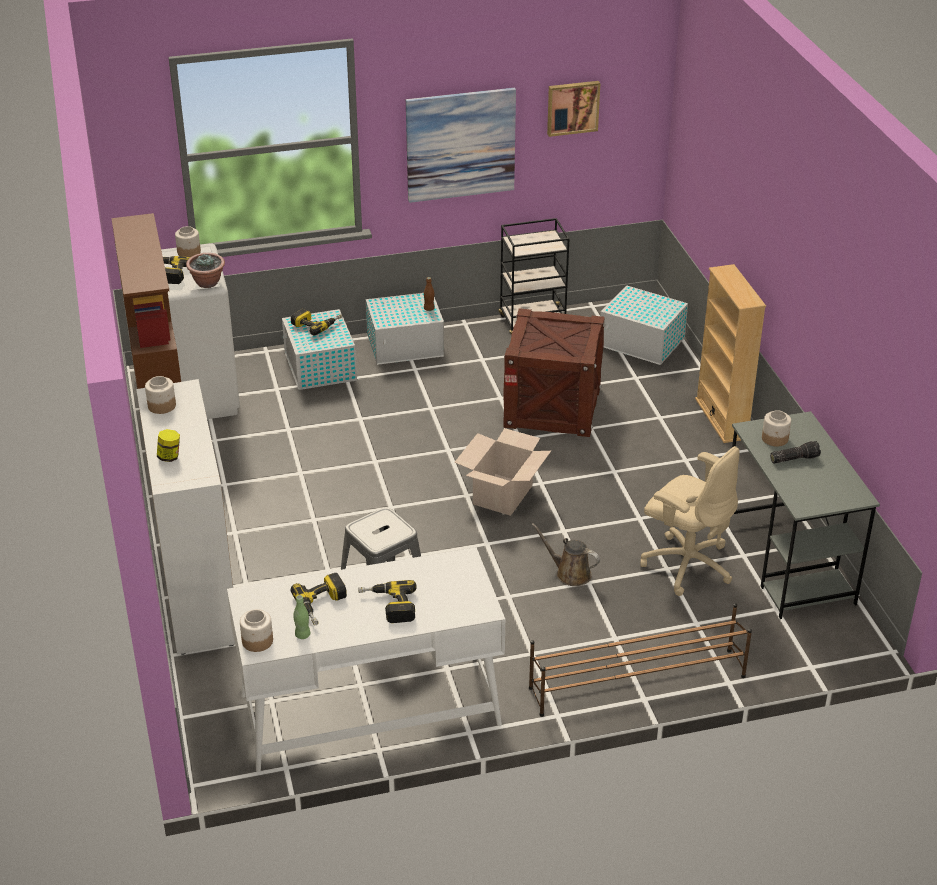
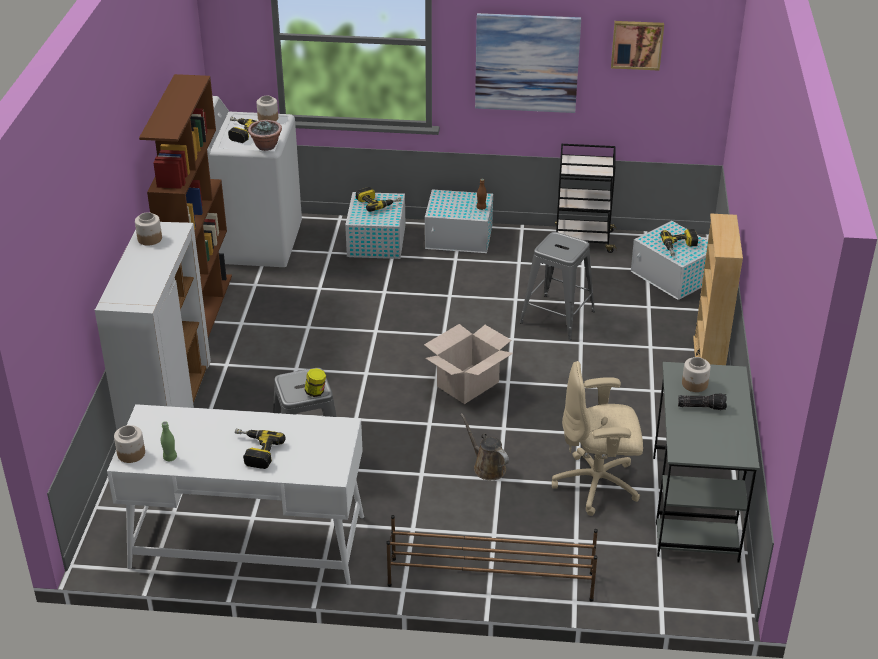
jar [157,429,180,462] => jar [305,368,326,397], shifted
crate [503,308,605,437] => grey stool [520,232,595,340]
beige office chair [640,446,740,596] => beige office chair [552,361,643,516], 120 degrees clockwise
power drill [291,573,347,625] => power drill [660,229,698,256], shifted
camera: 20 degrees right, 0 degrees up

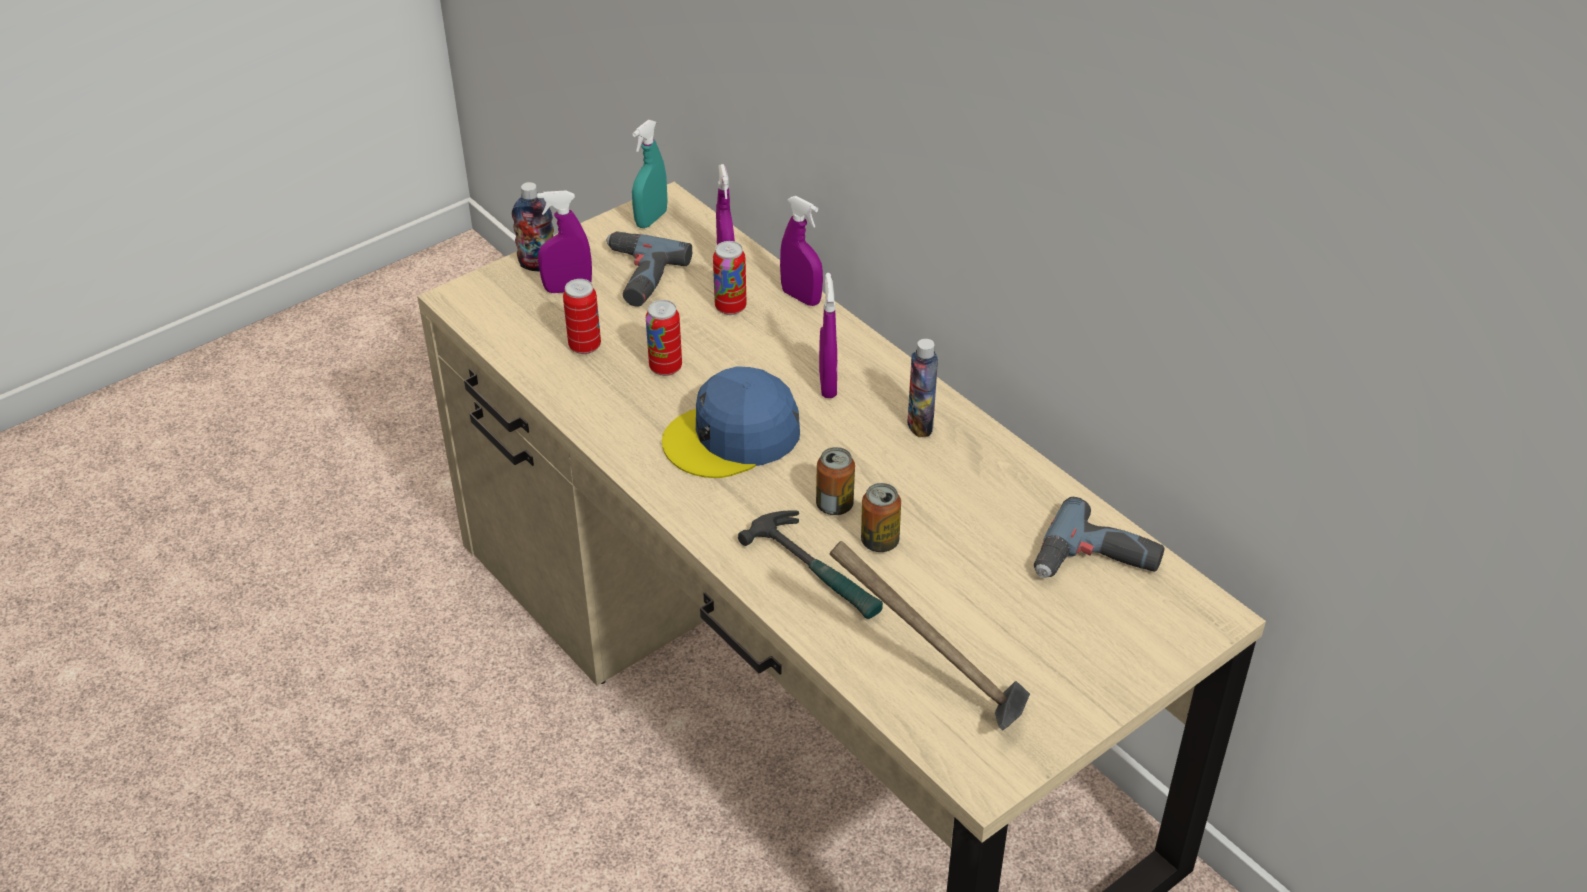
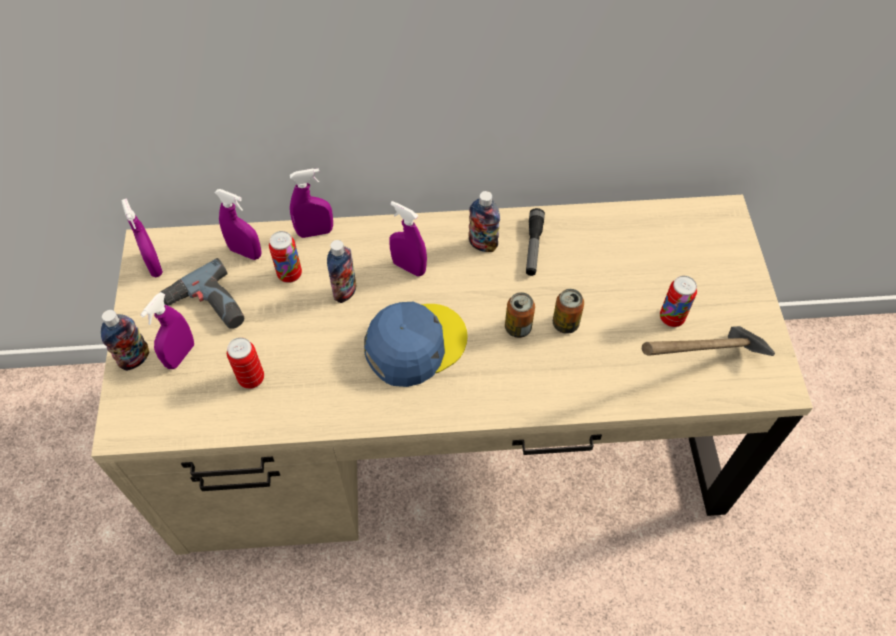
turquoise spray bottle [632,119,668,228] => purple spray bottle [121,198,163,277]
nothing => bottle [327,240,357,303]
blue cap [662,366,800,478] => blue cap [364,302,468,387], 135 degrees counterclockwise
nothing => flashlight [526,208,545,276]
can [646,300,682,376] => can [660,276,697,327], shifted
hammer [738,510,883,619] => nothing
power drill [1034,497,1165,578] => nothing
camera: 55 degrees left, 15 degrees up

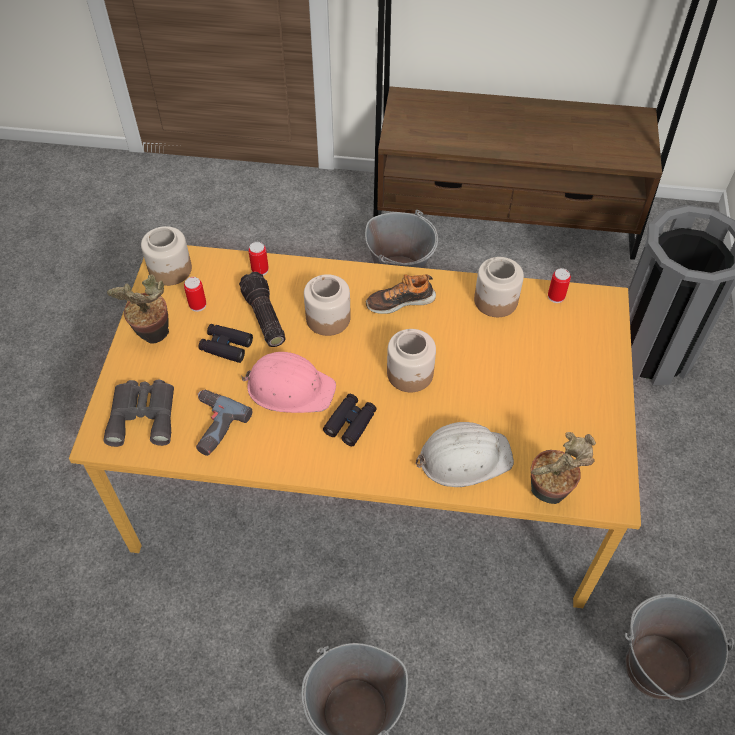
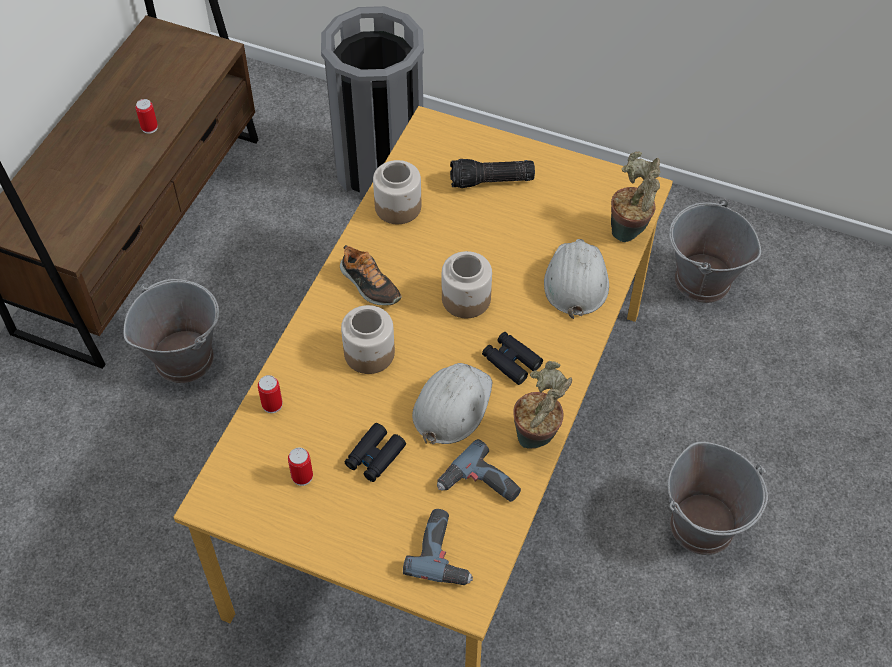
can [548,268,571,303] => can [136,99,158,134], shifted
shoe [366,274,436,314] => shoe [340,245,401,305], 45 degrees counterclockwise
grey binoculars [103,380,174,447] => power drill [403,509,473,585]
pink hard hat [241,352,336,413] => white hard hat [412,363,492,444]
flashlight [239,272,285,347] => flashlight [450,159,535,188], shifted
potted plant [107,274,169,344] => potted plant [513,361,572,449], shifted
jar [141,226,192,286] => nothing
camera: 75 degrees left, 0 degrees up

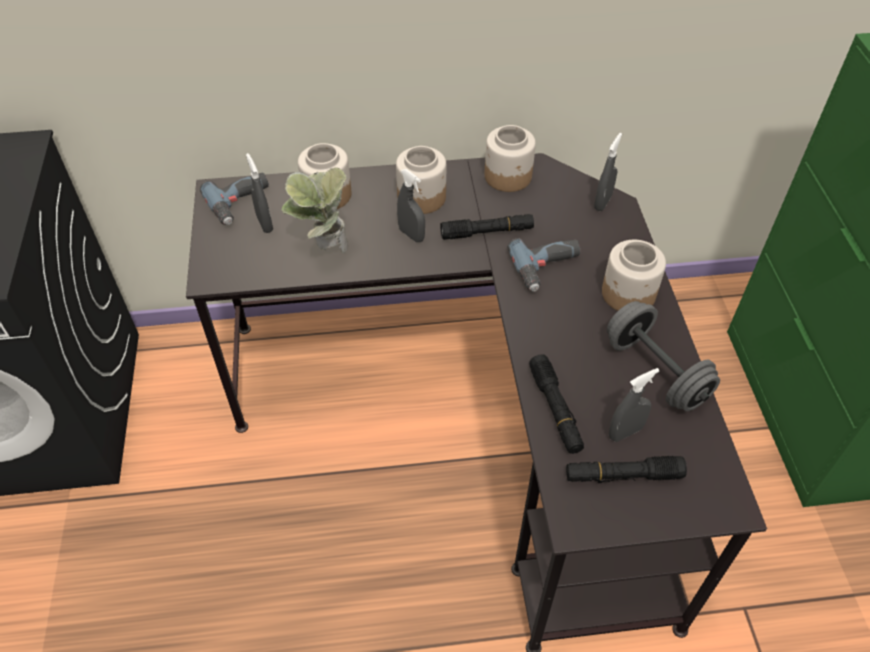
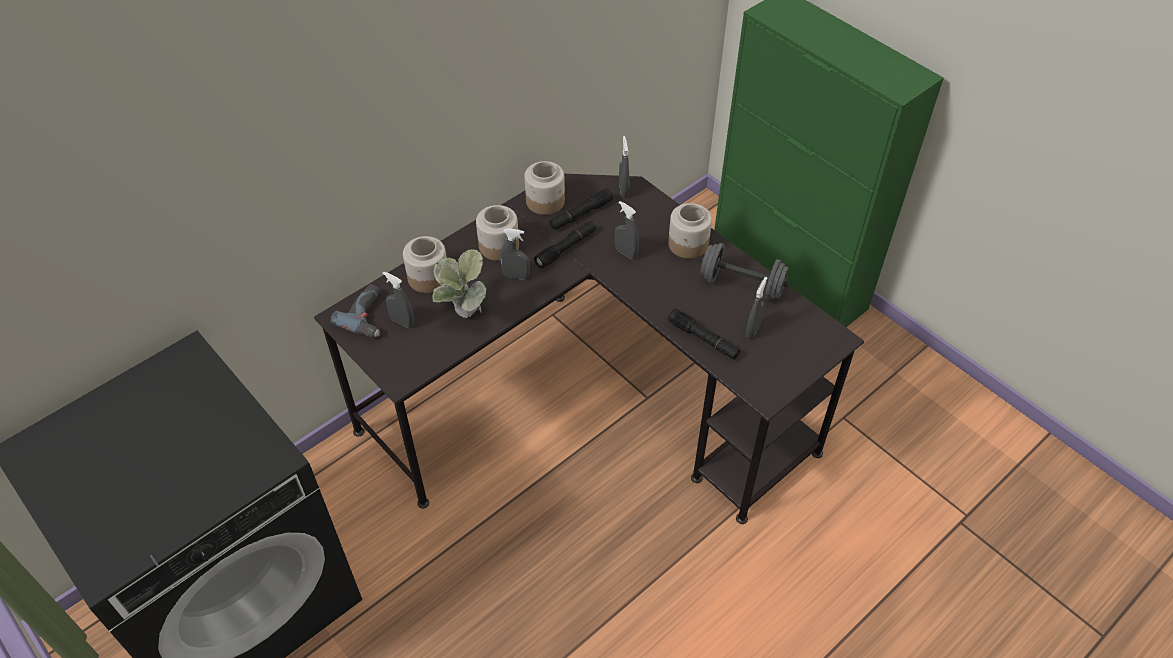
black flashlight [566,456,687,483] => black flashlight [549,188,613,230], shifted
power drill [507,238,580,292] => grey spray bottle [614,201,639,259]
camera: 35 degrees left, 0 degrees up

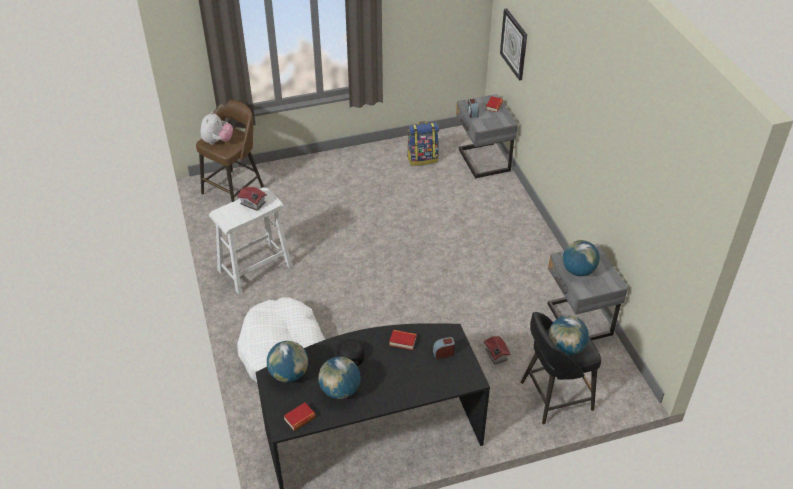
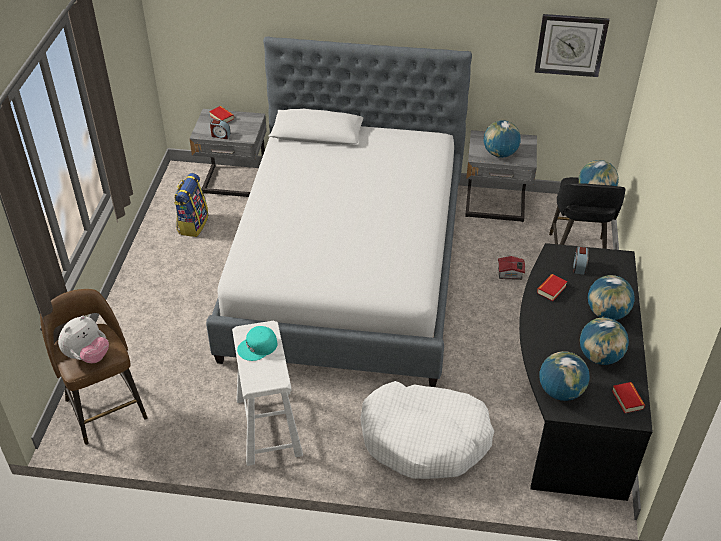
plush toy [200,112,233,145] => plush toy [58,316,109,363], 90 degrees clockwise
nothing => bed [206,36,472,387]
toy house [237,187,267,211] => turquoise cap [237,326,278,361]
wall clock [500,8,527,81] => wall clock [535,14,609,77], shifted
nothing => globe [588,275,635,320]
black cap [336,339,364,366] => nothing
camera: 65 degrees left, 0 degrees up

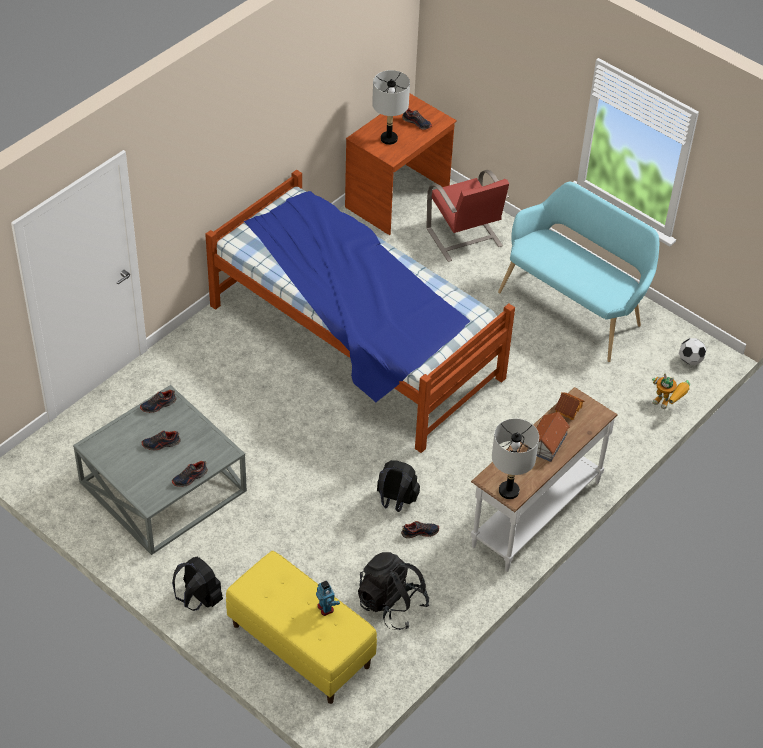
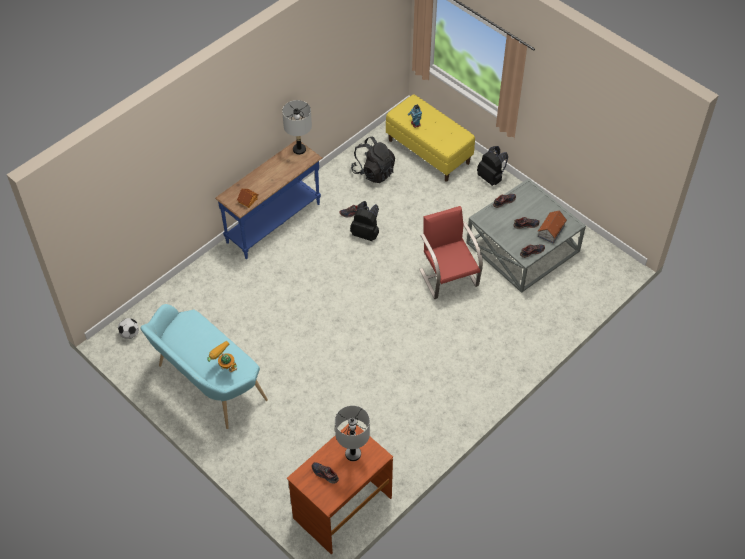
toy robot [652,374,690,409] => toy robot [207,341,237,372], shifted
white console table [471,387,618,572] => blue console table [215,140,322,259]
red chair [427,170,509,262] => red chair [419,206,483,299], shifted
toy house [527,412,570,462] => toy house [538,210,567,244], shifted
bed [205,170,515,453] => nothing
camera: 175 degrees left, 5 degrees up

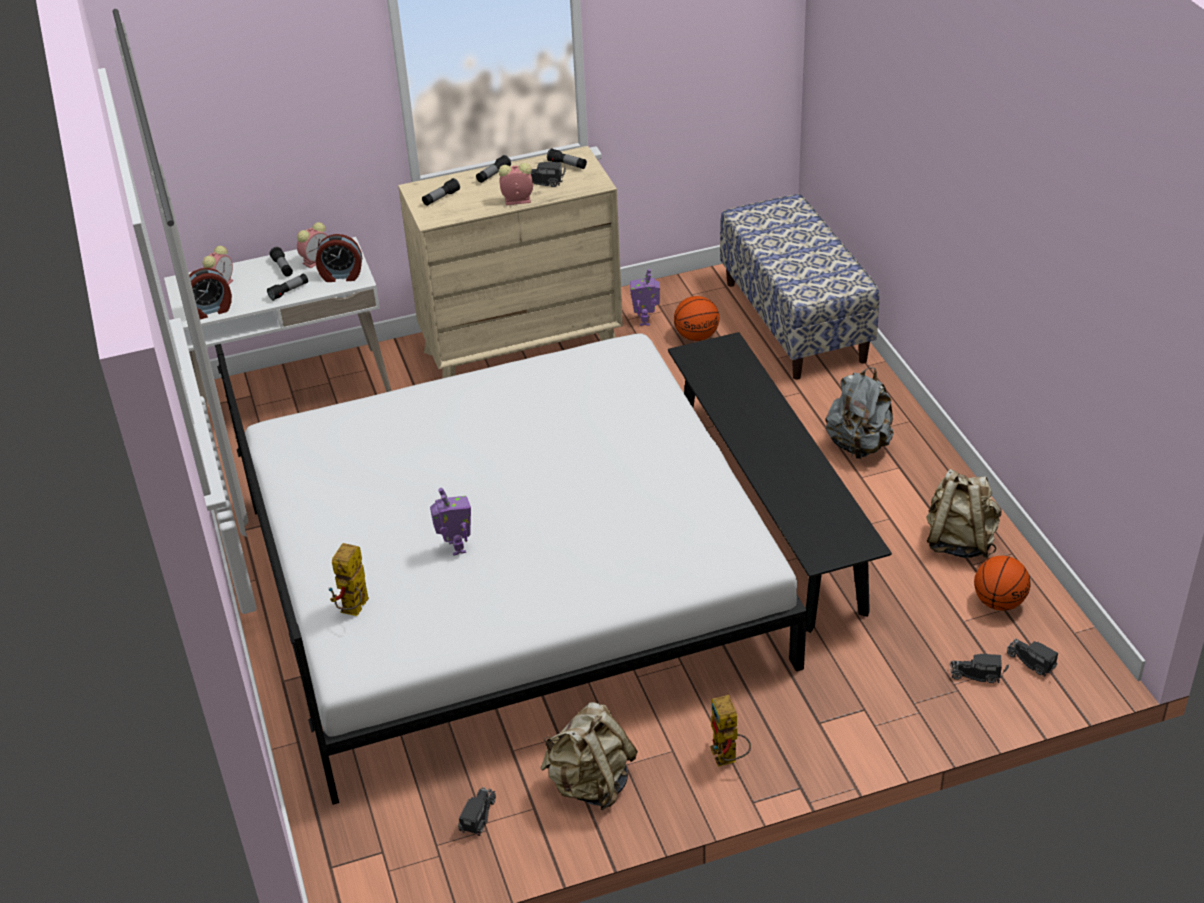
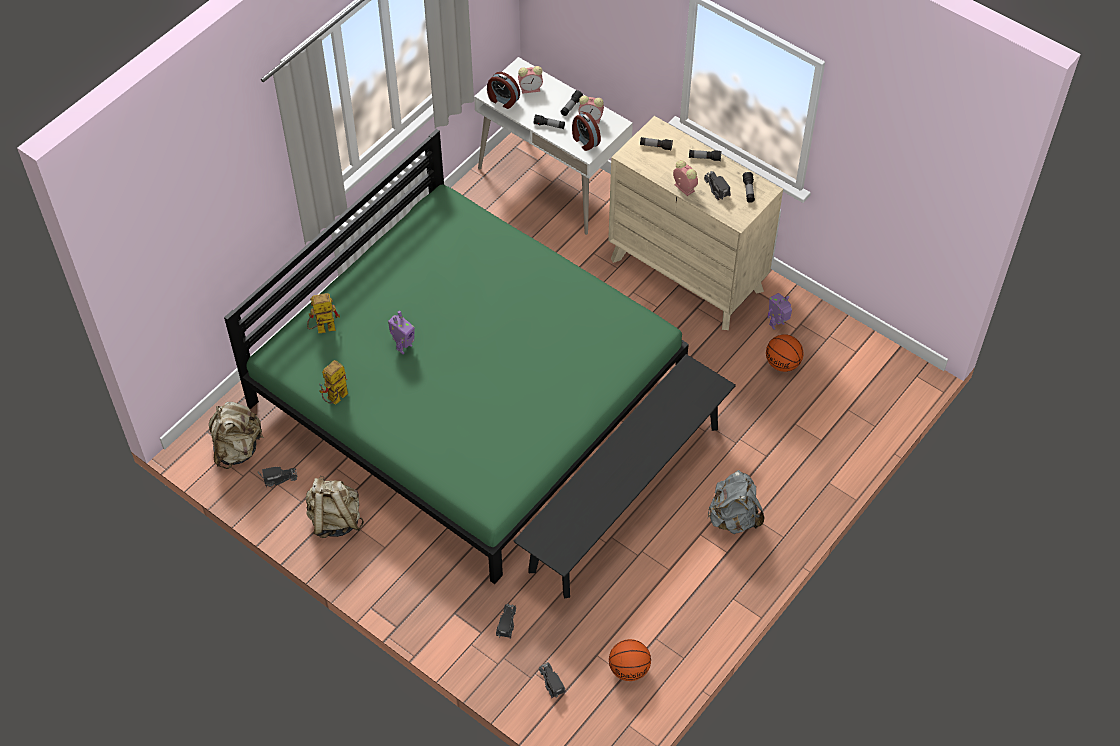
beige backpack [926,469,1002,558] => beige backpack [209,402,264,469], shifted
white bed [215,333,807,805] => green bed [224,129,689,584]
toy robot [710,695,751,766] => toy robot [319,360,348,405], shifted
toy truck [1007,638,1058,677] => toy truck [496,604,516,638], shifted
bench [720,194,880,380] => nothing
camera: 55 degrees right, 15 degrees up

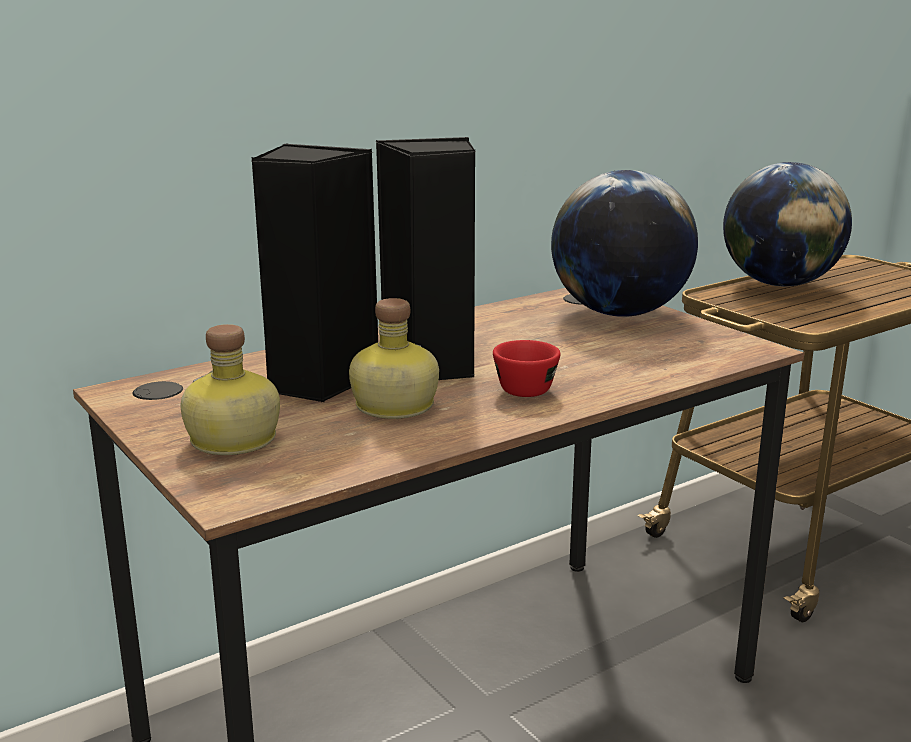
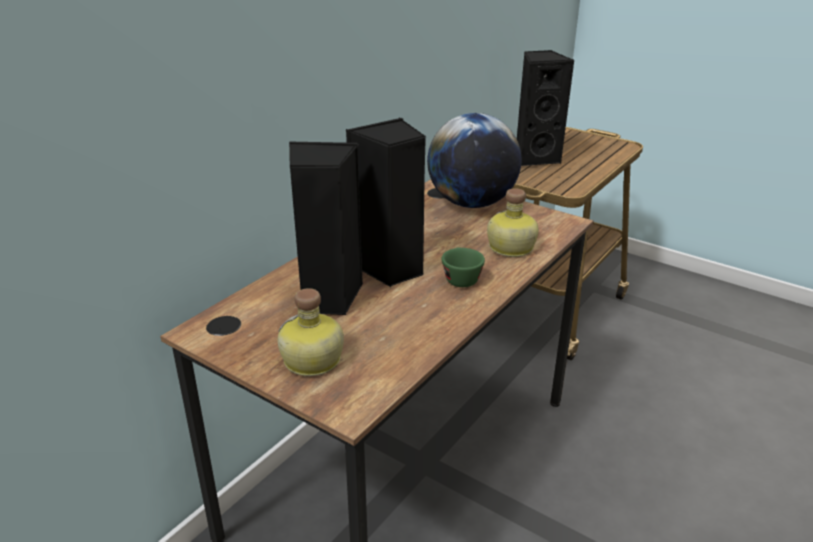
red cup [493,340,560,397] => green cup [442,248,485,287]
bottle [349,298,439,419] => bottle [487,188,539,257], shifted
globe [723,162,852,287] => black speaker [517,50,574,166]
camera: 20 degrees left, 10 degrees up

